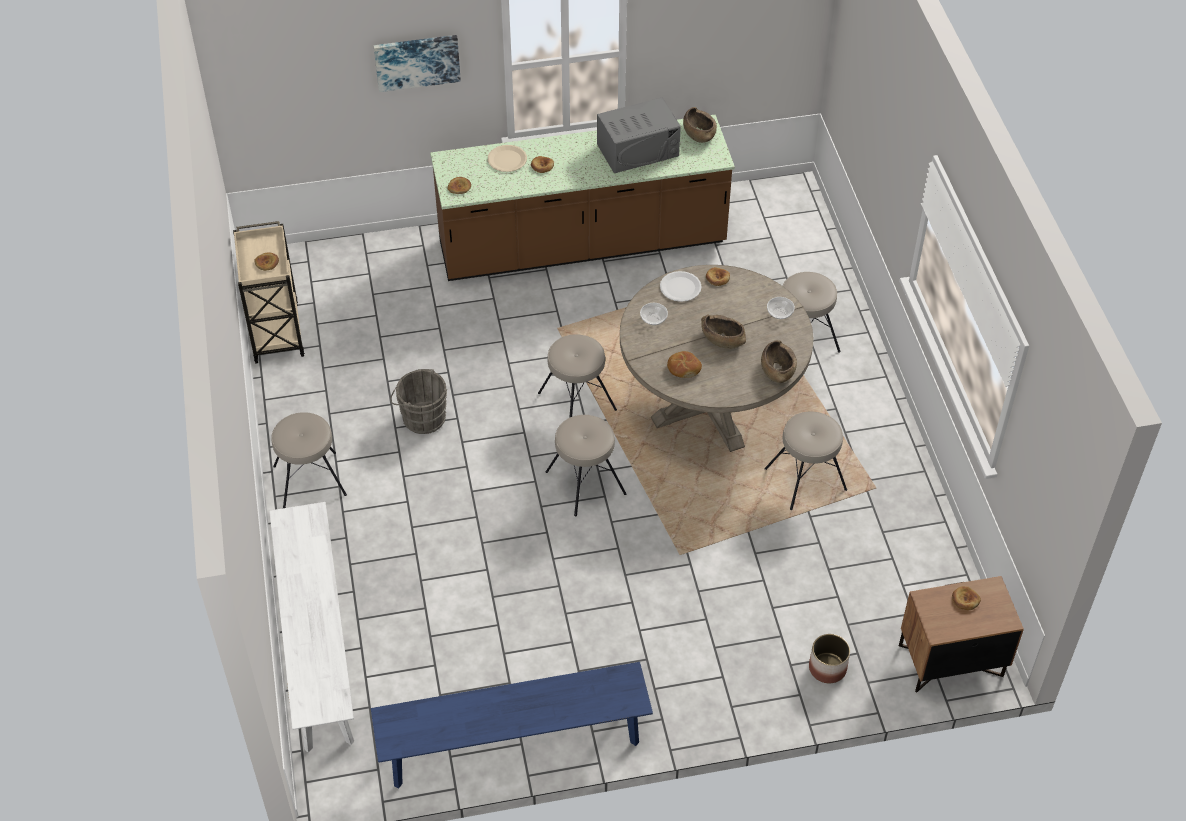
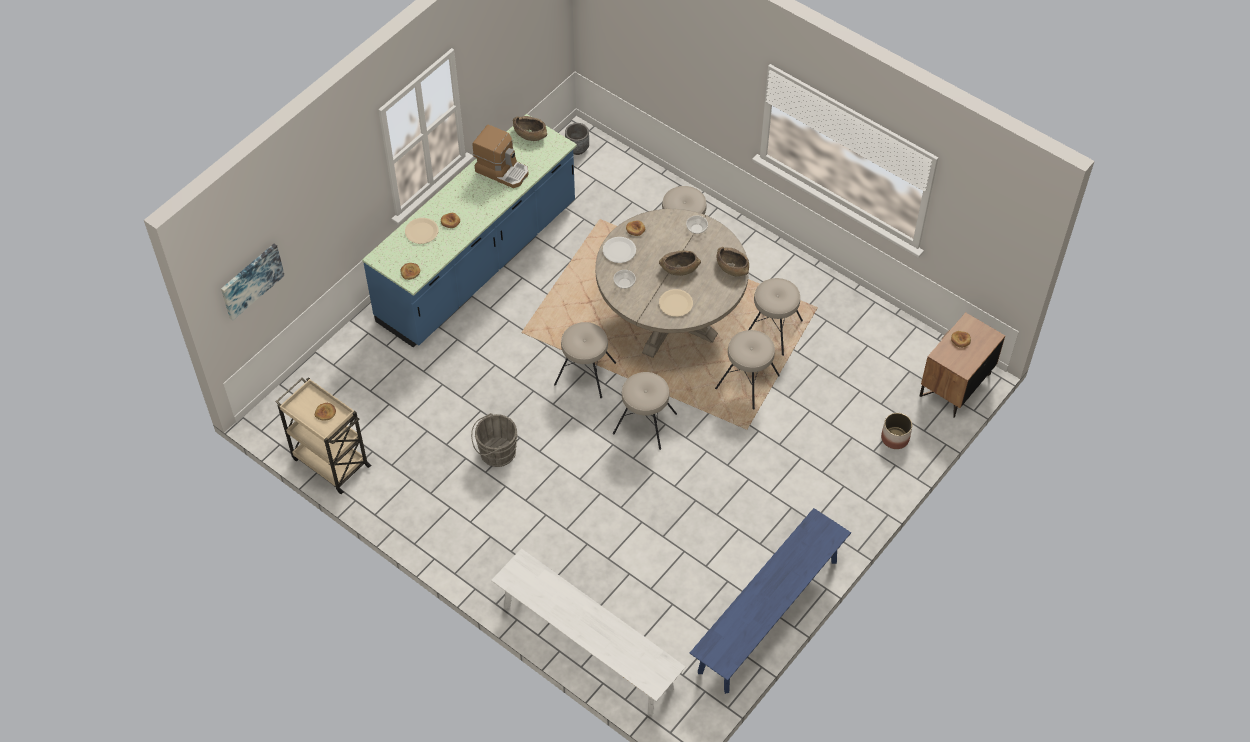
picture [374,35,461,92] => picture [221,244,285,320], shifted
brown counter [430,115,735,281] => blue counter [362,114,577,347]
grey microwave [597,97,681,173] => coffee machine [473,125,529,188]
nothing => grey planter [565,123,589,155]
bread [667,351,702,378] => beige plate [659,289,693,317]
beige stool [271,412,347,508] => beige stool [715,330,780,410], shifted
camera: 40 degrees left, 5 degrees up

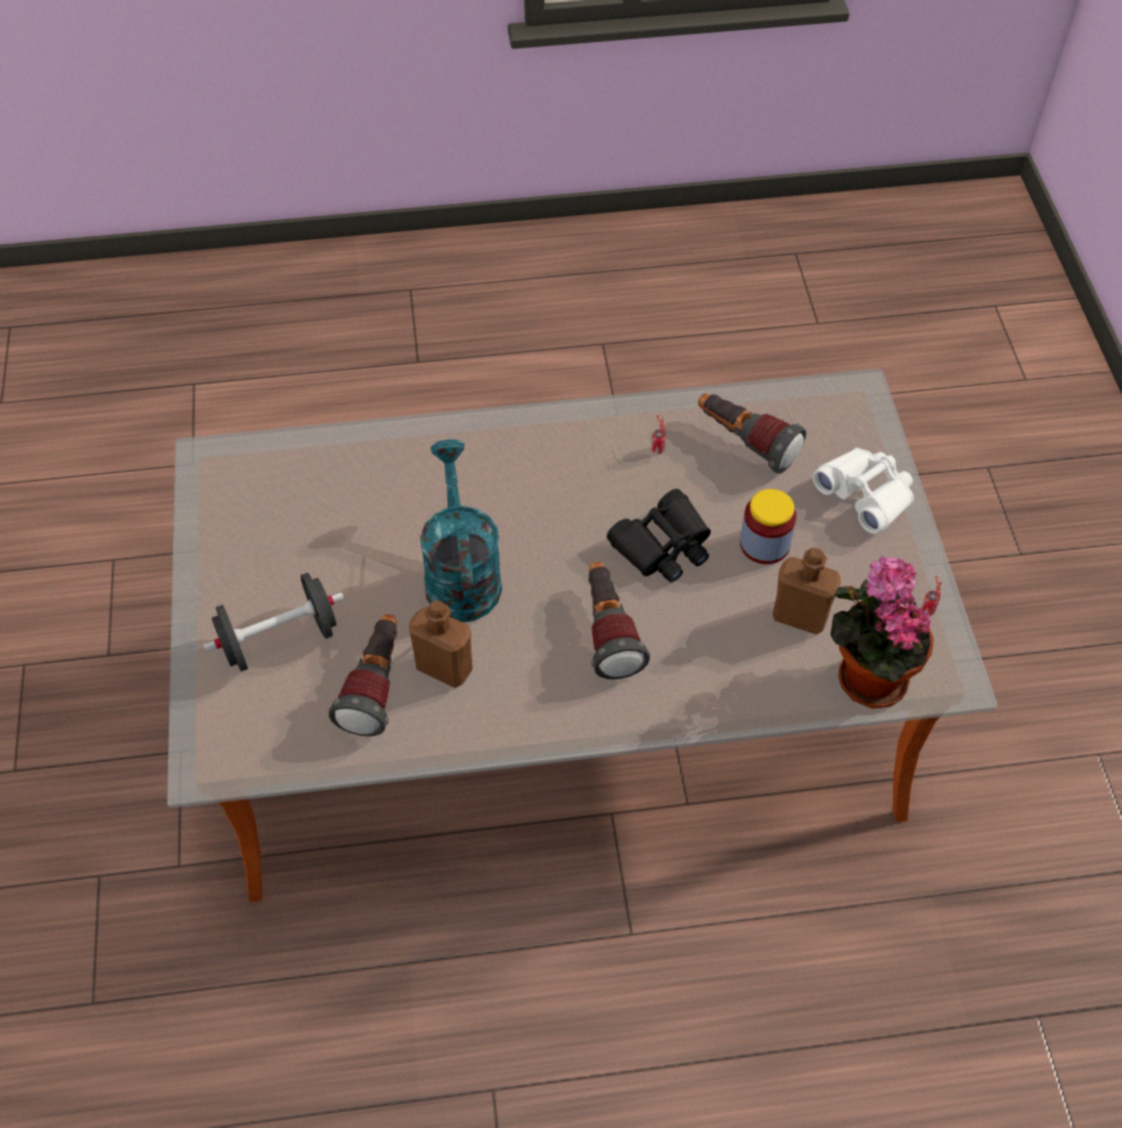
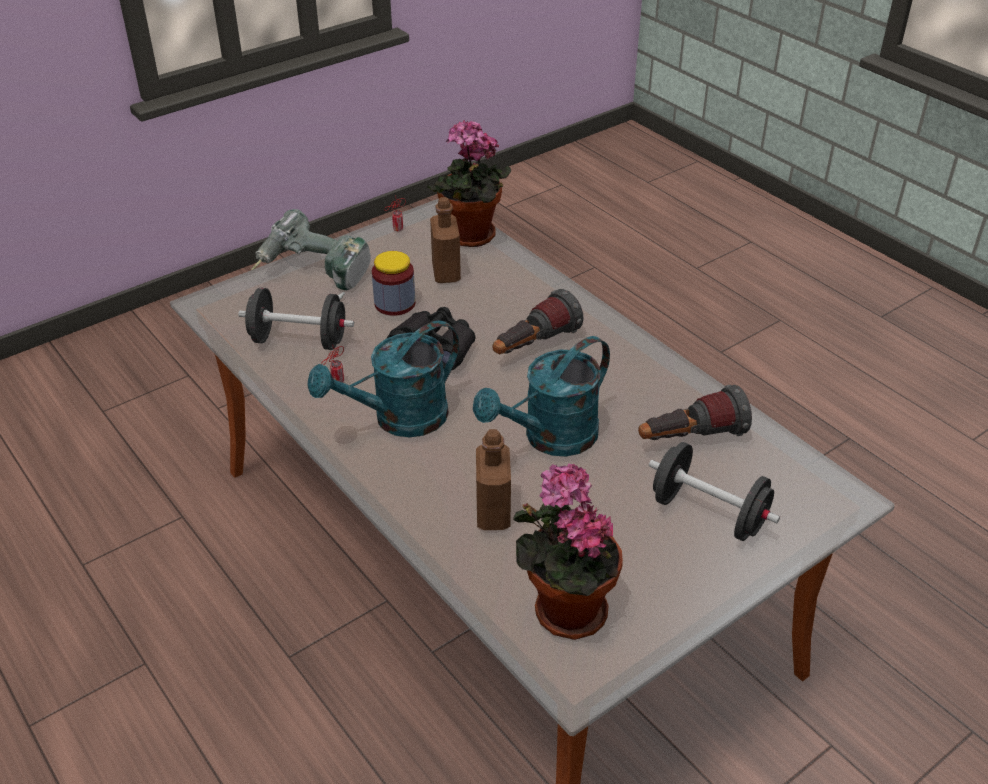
flashlight [698,393,806,473] => black dumbbell [238,288,354,350]
white binoculars [813,448,914,534] => power drill [251,209,371,300]
nothing => turquoise watering can [307,321,459,437]
brown bottle [409,600,473,688] => brown bottle [476,429,511,530], shifted
nothing => potted plant [513,464,623,640]
camera: 120 degrees left, 15 degrees down

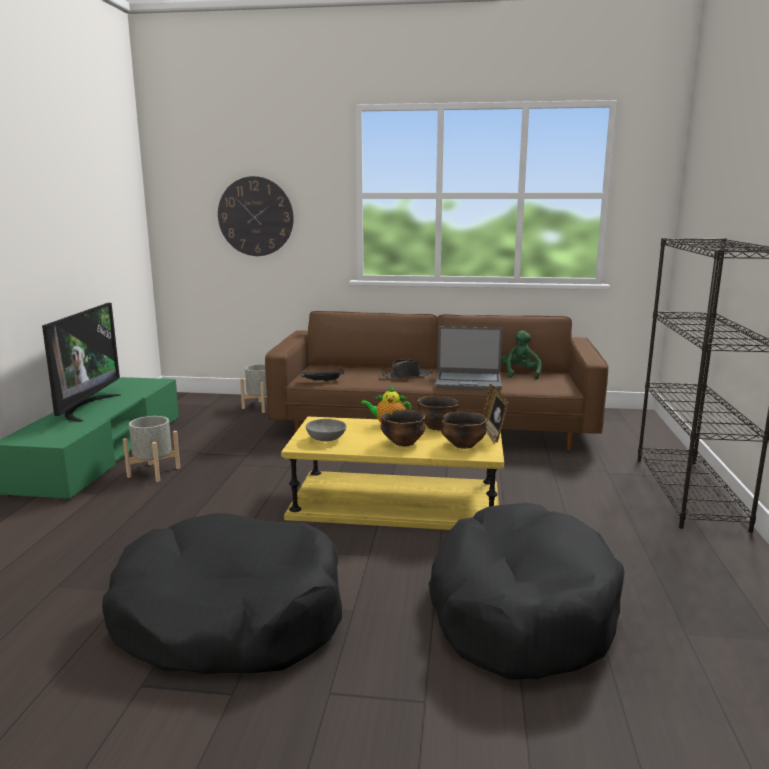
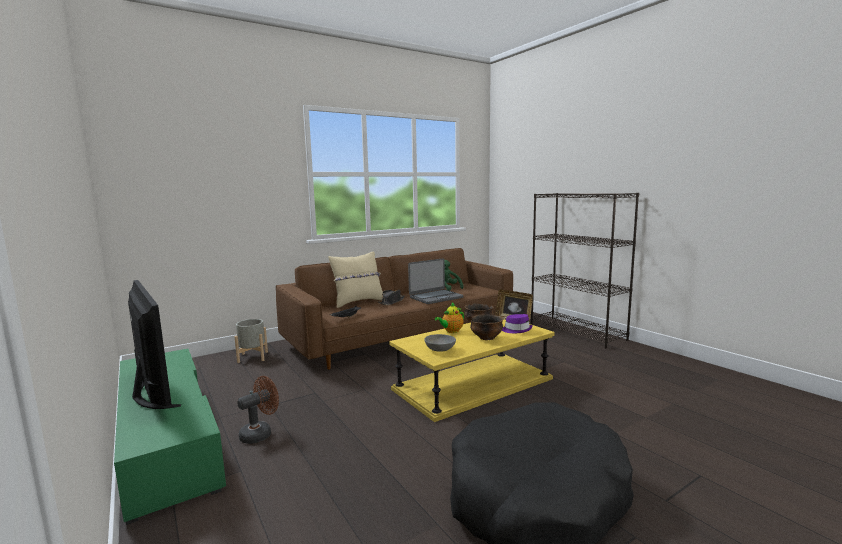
grey planter [123,416,180,482] => brown fan [237,376,279,444]
nothing => beige pillow [328,252,383,308]
bowl [441,411,487,449] => purple hat [502,314,533,333]
wall clock [218,176,294,256] => nothing
black dog bed [429,503,625,680] => nothing
camera: 40 degrees left, 5 degrees down

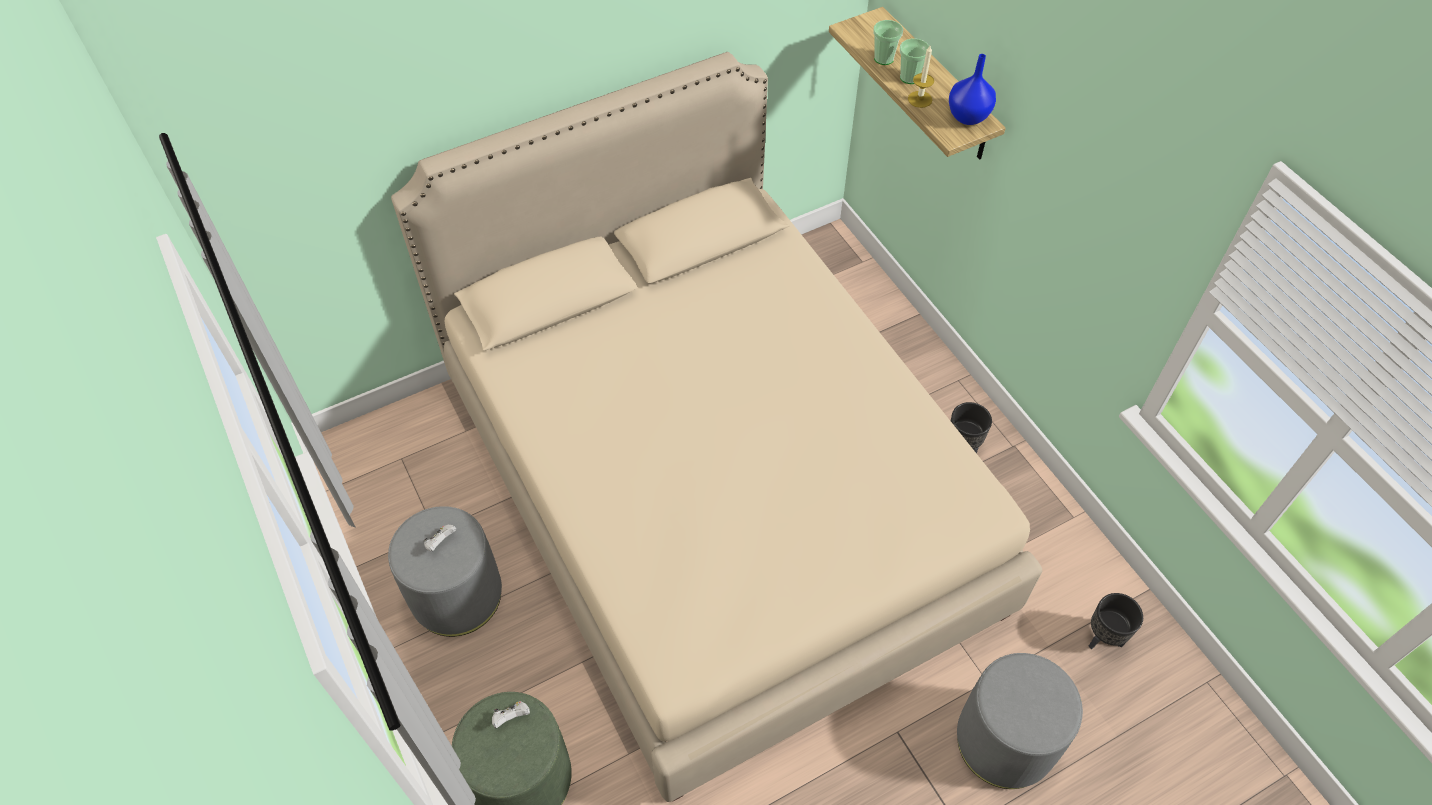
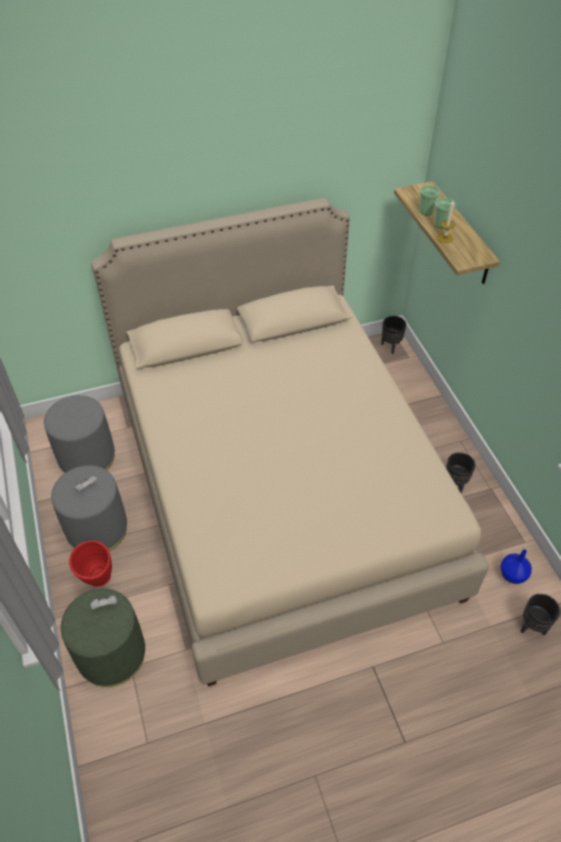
grey ottoman [957,653,1083,789] => grey ottoman [44,395,115,473], shifted
nothing => red vase [69,540,112,587]
nothing => black planter [381,316,406,354]
blue vase [949,54,996,125] => blue vase [500,549,532,584], shifted
camera: 10 degrees right, 5 degrees down

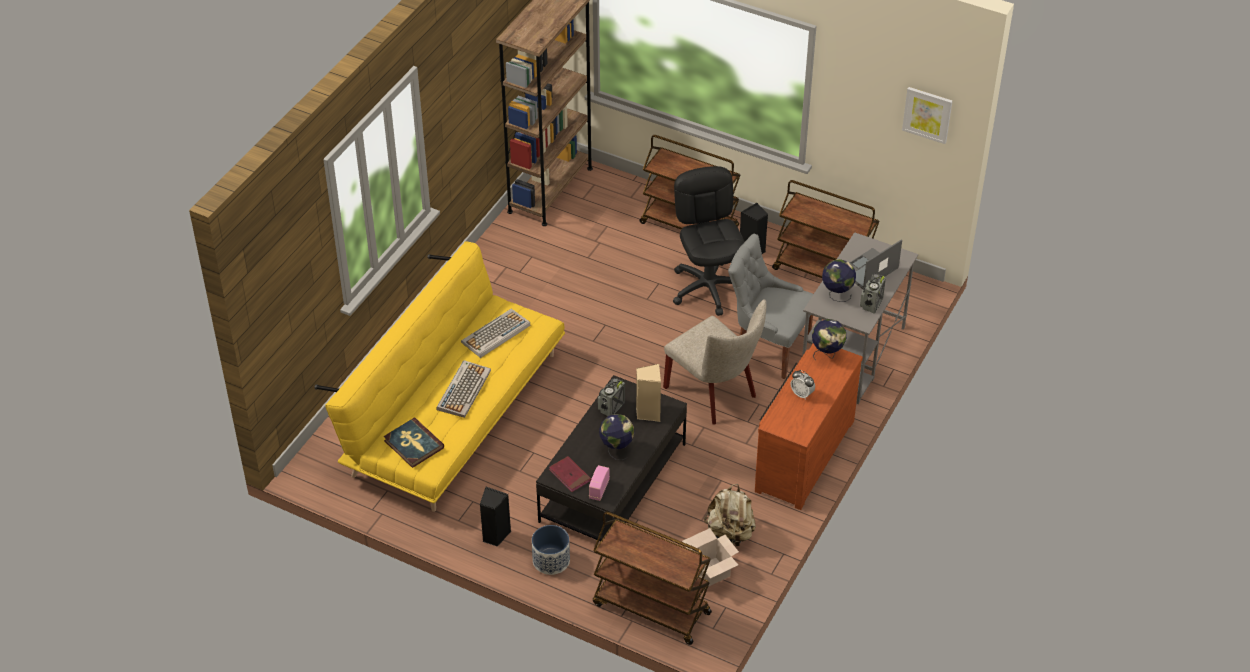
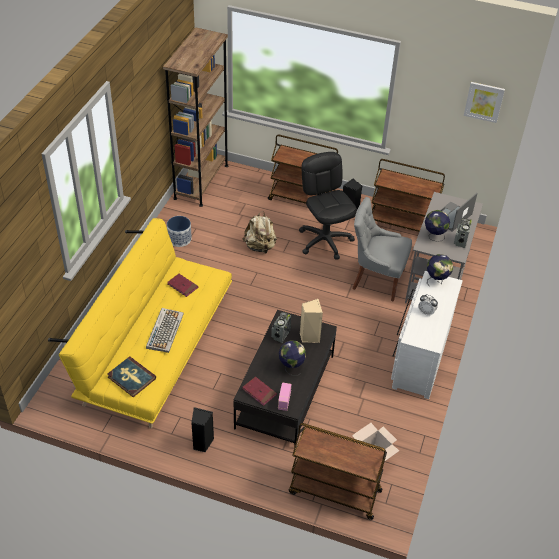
planter [532,525,570,575] => planter [167,216,192,247], shifted
keyboard [461,309,530,358] => red book [167,274,198,297]
beige backpack [704,484,756,546] => beige backpack [243,211,277,254], shifted
brown dresser [755,343,863,510] => white dresser [391,271,462,399]
beige chair [663,299,766,424] => nothing
camera: 10 degrees left, 0 degrees up

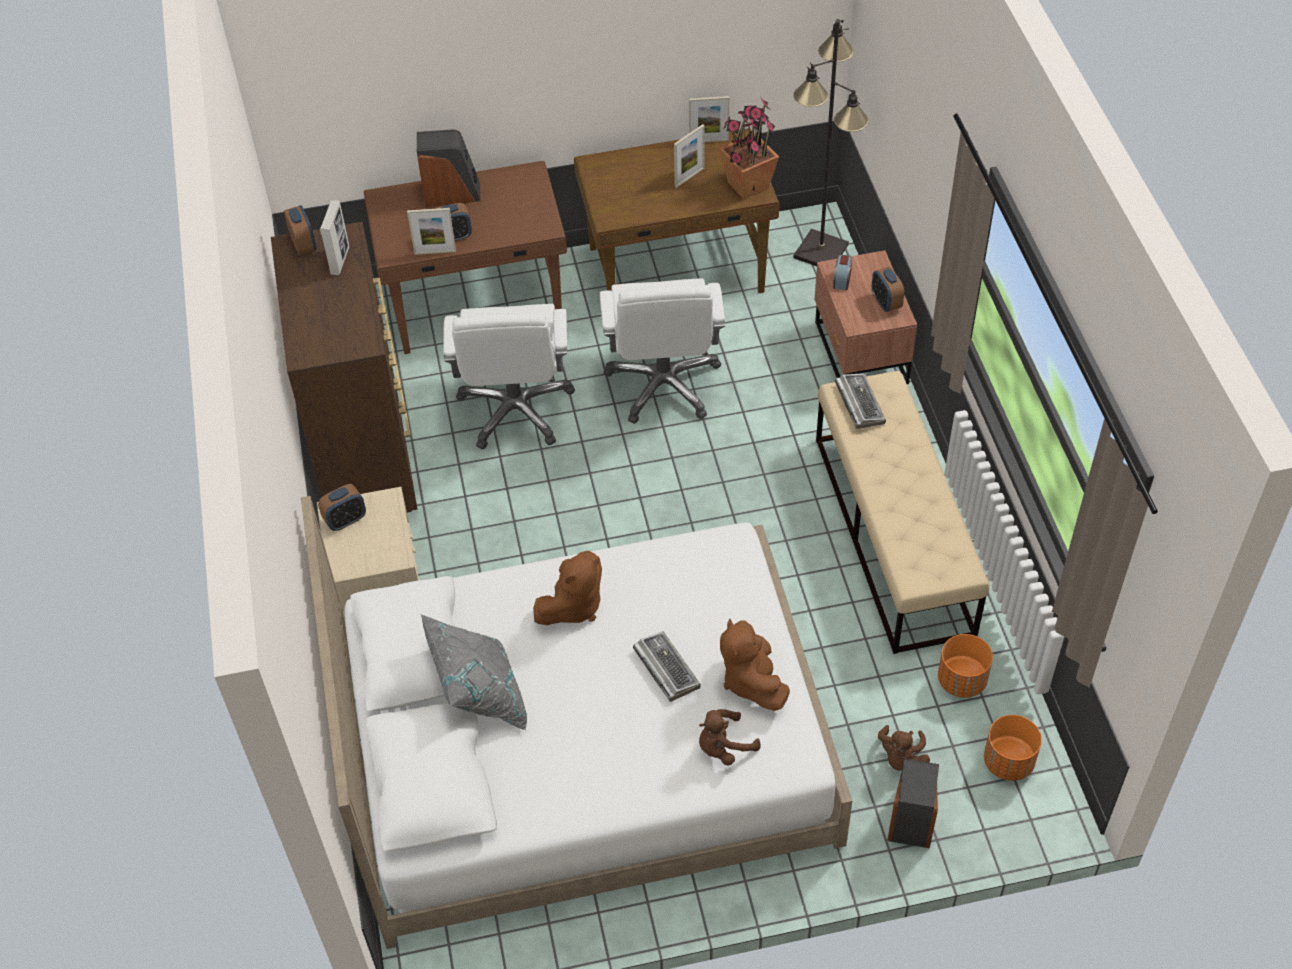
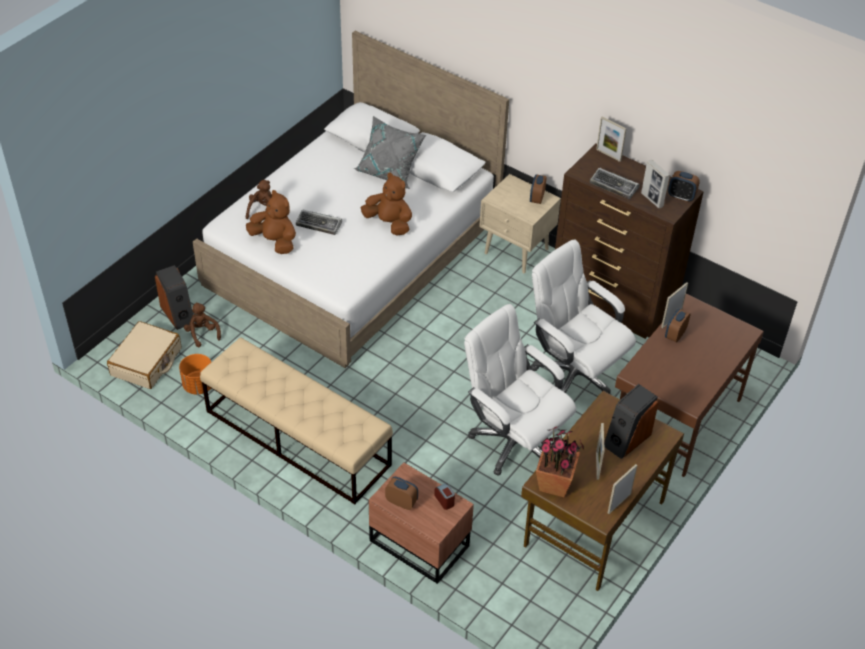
orange planter [984,715,1042,781] => beige suitcase [107,321,181,389]
brown plush toy [533,551,602,625] => brown plush toy [360,172,412,236], 120 degrees clockwise
keyboard [835,373,886,429] => keyboard [590,168,640,199], shifted
nothing => picture frame [596,116,626,162]
speaker [417,129,480,207] => speaker [604,384,659,459], shifted
black floor lamp [793,19,869,266] => nothing
camera: 135 degrees right, 5 degrees down

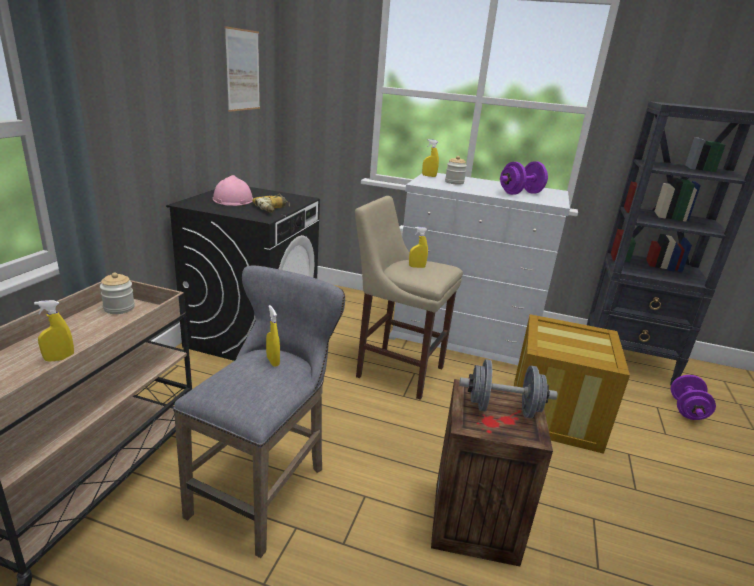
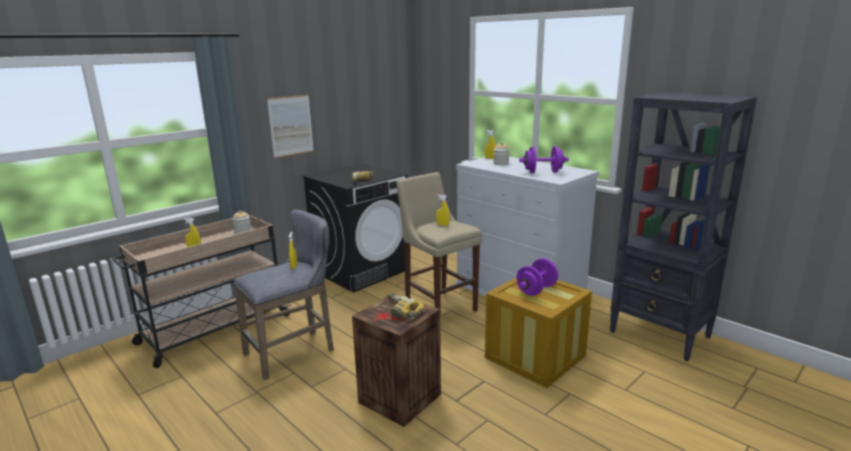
picture [225,26,260,112] => picture [267,95,314,158], shifted
grey dumbbell [459,359,557,418] => power drill [381,294,424,320]
purple dumbbell [671,375,716,420] => purple dumbbell [517,258,558,296], shifted
pink hard hat [213,175,253,206] => nothing
camera: 30 degrees right, 5 degrees down

